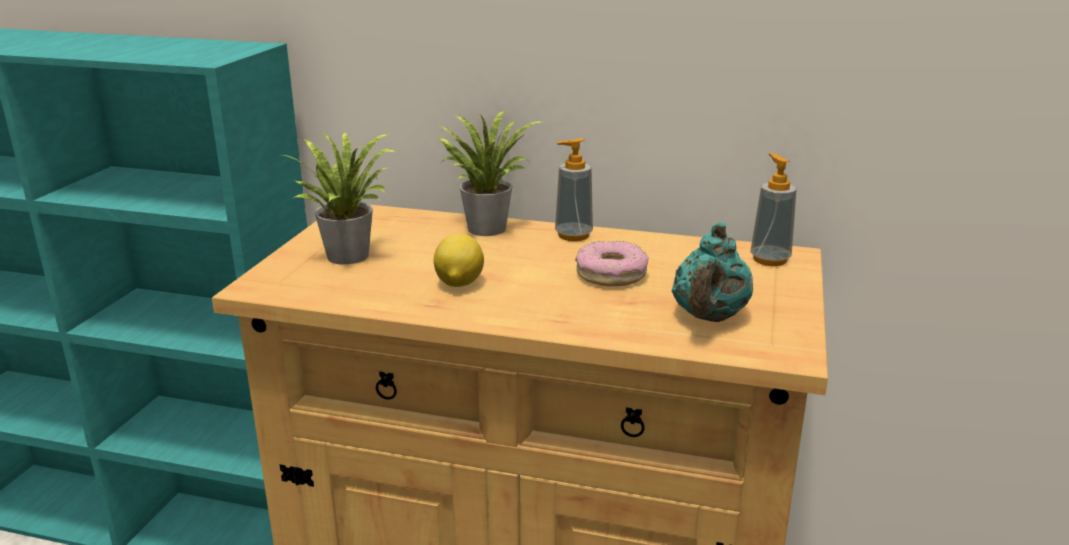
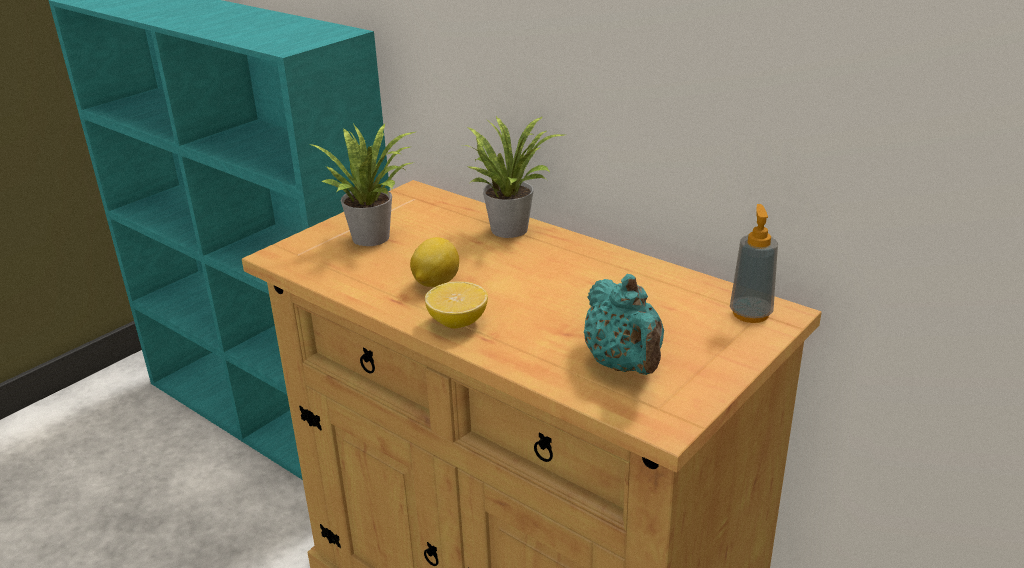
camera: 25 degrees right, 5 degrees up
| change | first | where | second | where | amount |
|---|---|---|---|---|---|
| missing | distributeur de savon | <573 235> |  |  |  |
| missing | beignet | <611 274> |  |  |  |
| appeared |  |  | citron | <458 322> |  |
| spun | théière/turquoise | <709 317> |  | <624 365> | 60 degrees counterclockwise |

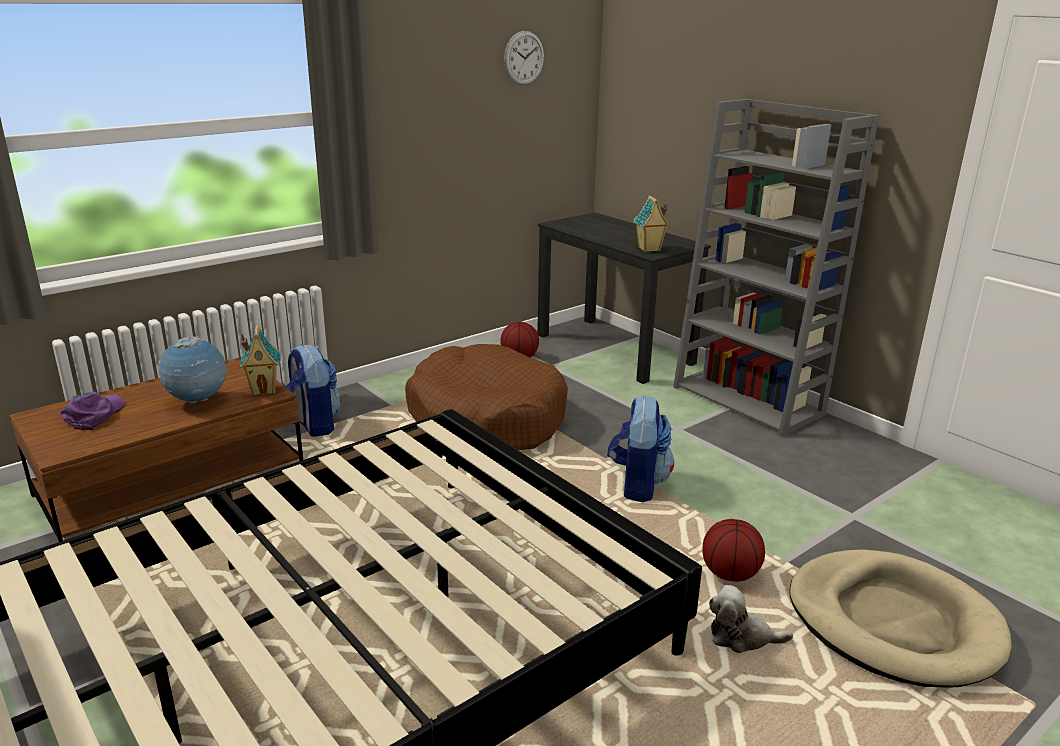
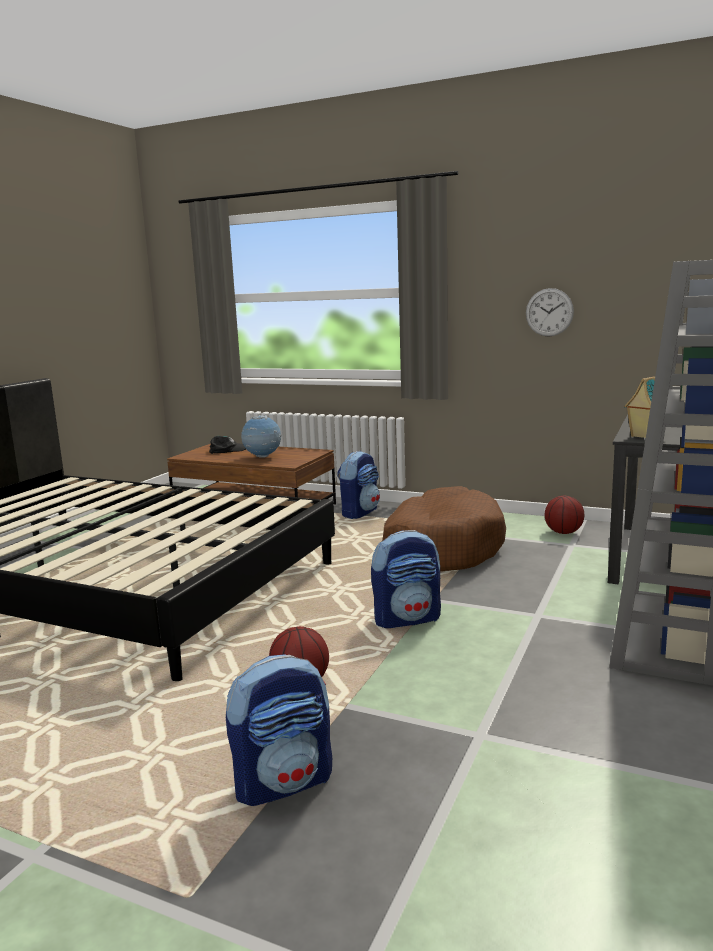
camera: 65 degrees right, 10 degrees down
| change | first | where | second | where | amount |
|---|---|---|---|---|---|
| missing | maison miniature | <264 389> |  |  |  |
| missing | peluche | <742 637> |  |  |  |
| relocated | horloge murale | <524 58> |  | <549 312> |  |
| exchanged | panier pour chien/beige | <893 623> | sac à dos | <284 782> |  |
| colour | casquette/violet | <95 415> | casquette/noir | <227 450> |  |

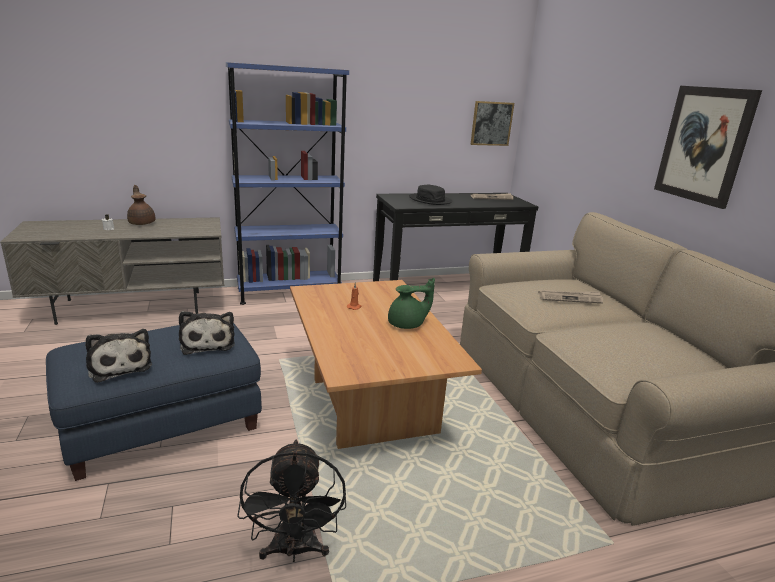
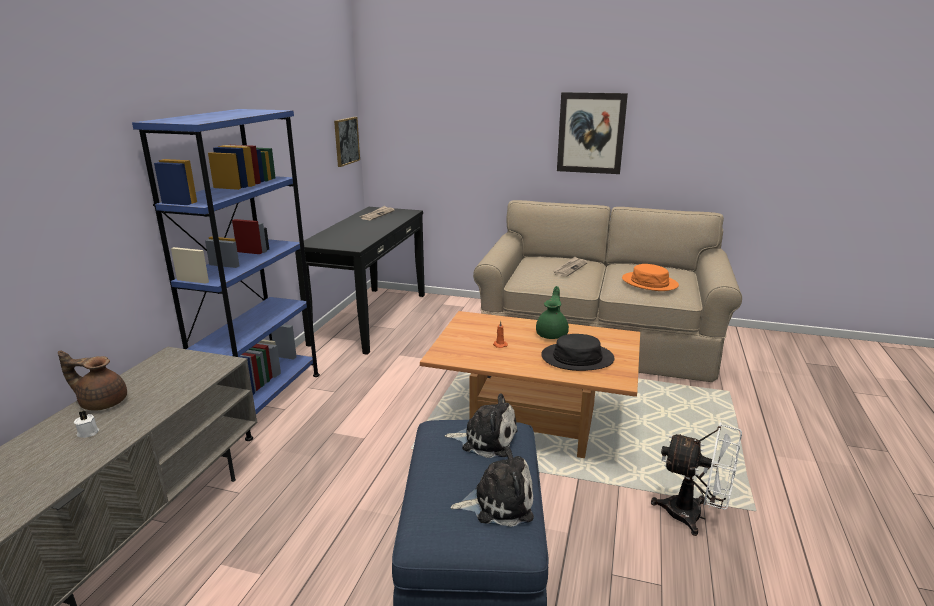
camera: 55 degrees left, 0 degrees up
| change | first | where | second | where | amount |
|---|---|---|---|---|---|
| appeared |  |  | chapeau/orange | <649 282> |  |
| relocated | chapeau/noir | <430 200> |  | <577 358> |  |
| colour | ventilateur/noir | <294 551> | ventilateur/blanc | <693 516> |  |

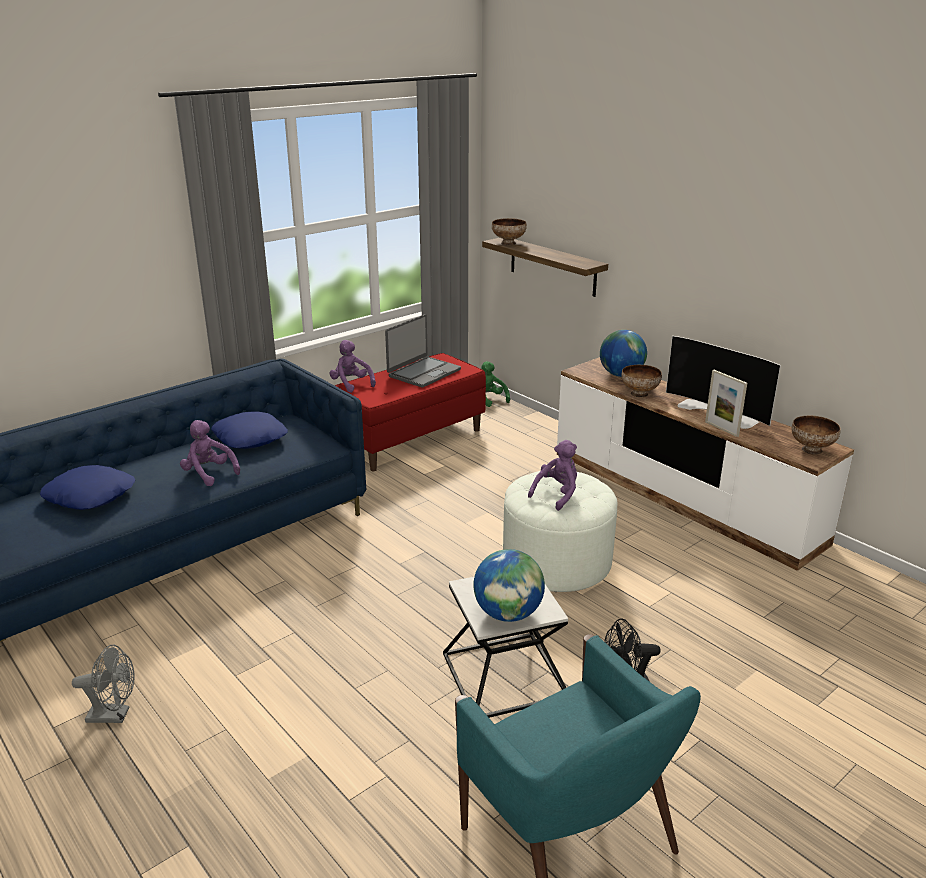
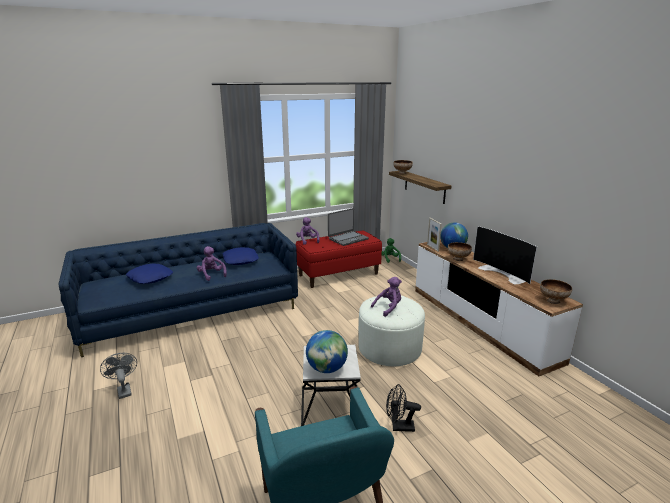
camera: 15 degrees right, 5 degrees down
| change | first | where | second | where | amount |
|---|---|---|---|---|---|
| relocated | cadre photo | <721 429> |  | <432 248> |  |
| spun | ventilateur/gris | <114 715> |  | <123 390> | 135 degrees counterclockwise |

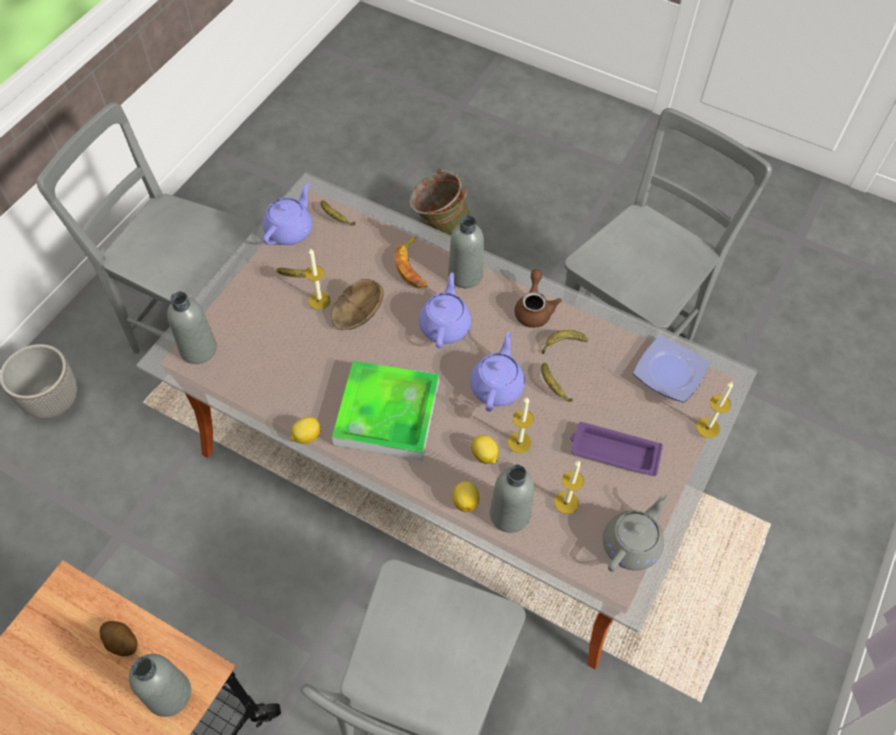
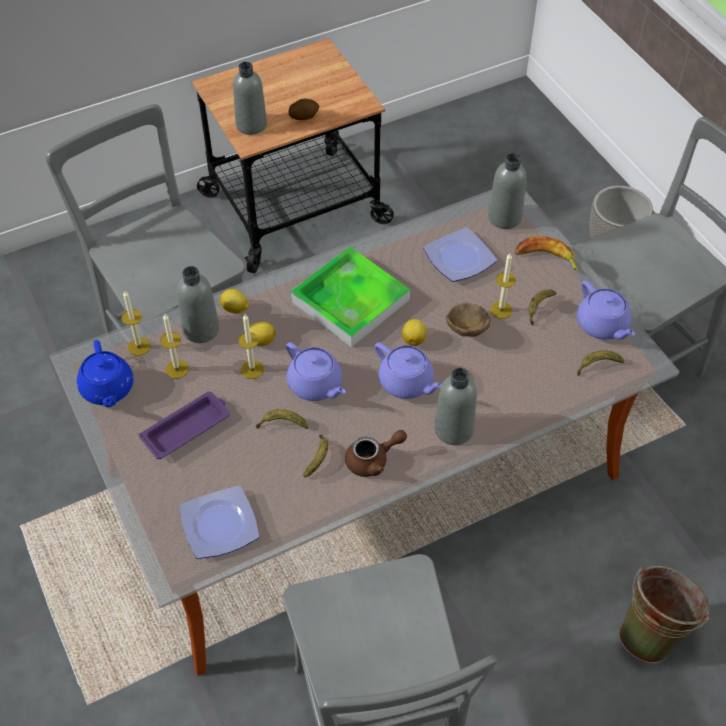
camera: 125 degrees right, 5 degrees down
| change | first | where | second | where | amount |
|---|---|---|---|---|---|
| appeared |  |  | assiette | <459 259> |  |
| relocated | citron | <306 436> |  | <414 339> |  |
| relocated | banane | <413 266> |  | <546 258> |  |
| relocated | bougie | <708 427> |  | <139 346> |  |
| colour | théière/gris | <632 544> | théière/bleu | <107 389> |  |
| spun | théière/marron | <534 309> |  | <373 460> | 60 degrees counterclockwise |

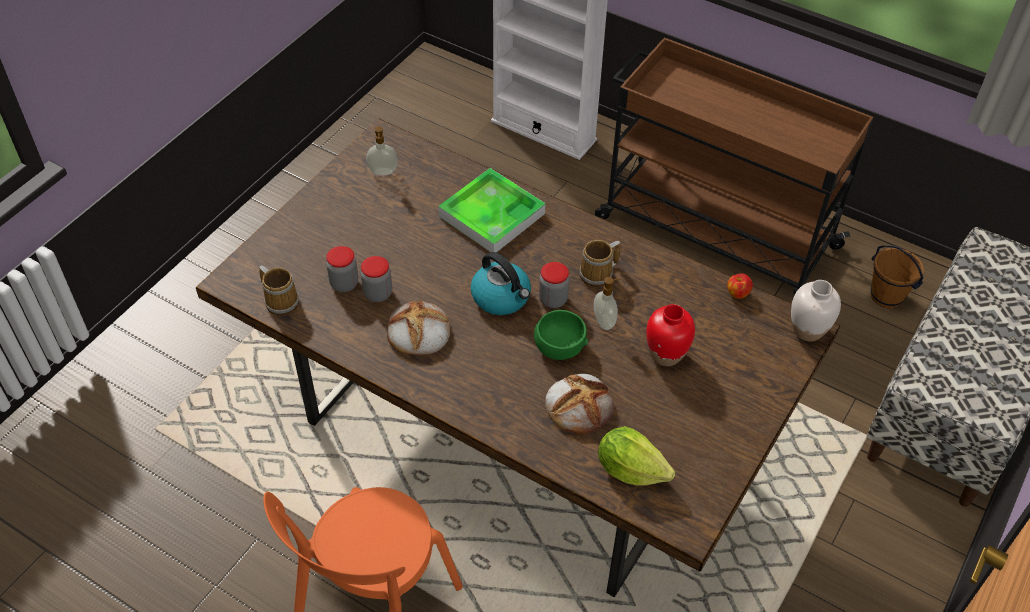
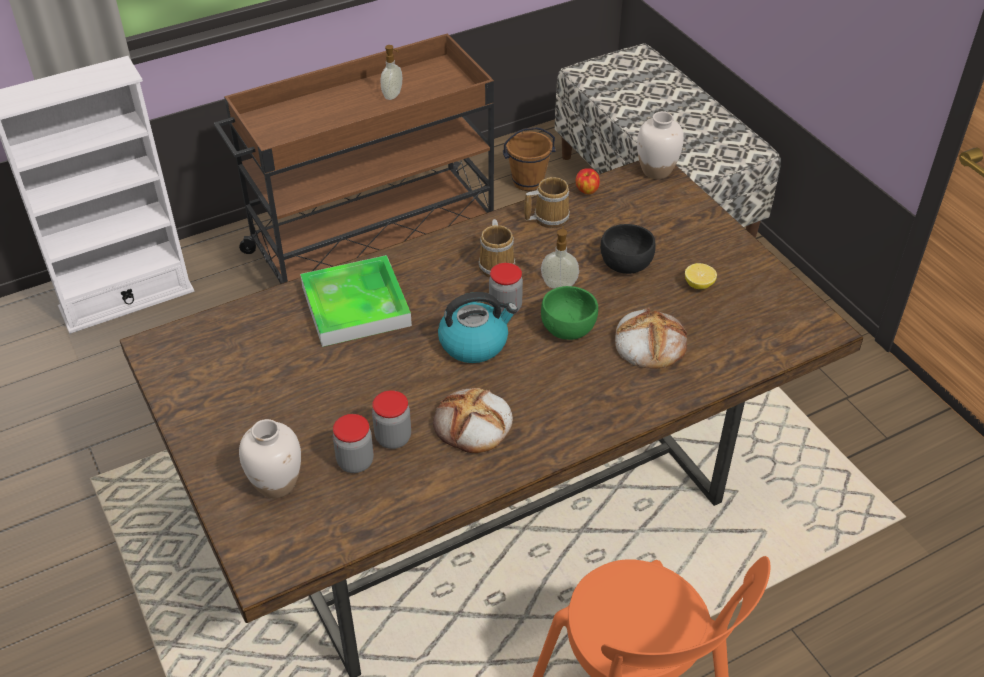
camera: 60 degrees left, 5 degrees down
| change | first | where | second | where | amount |
|---|---|---|---|---|---|
| missing | laitue | <630 469> |  |  |  |
| appeared |  |  | vase/blanc | <277 484> |  |
| appeared |  |  | citron | <698 285> |  |
| relocated | mug | <281 301> |  | <548 217> |  |
| relocated | distributeur de savon | <383 172> |  | <393 95> |  |
| exchanged | vase/rouge | <665 355> | bol/noir | <626 263> |  |

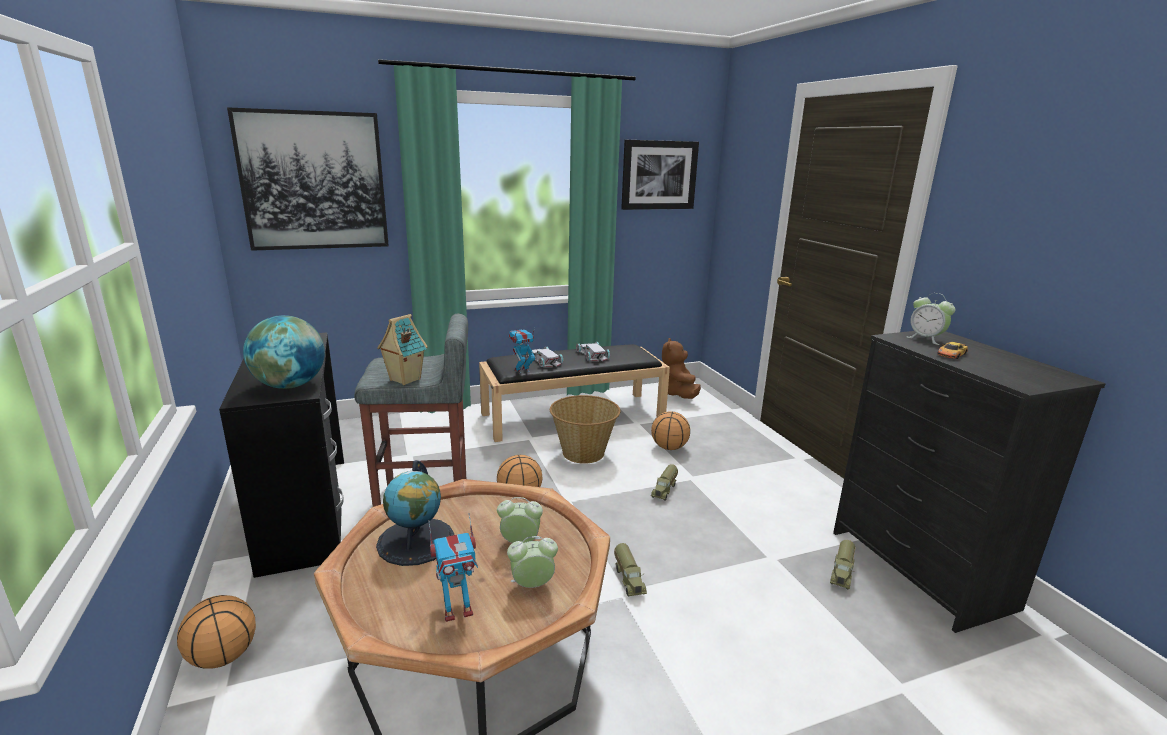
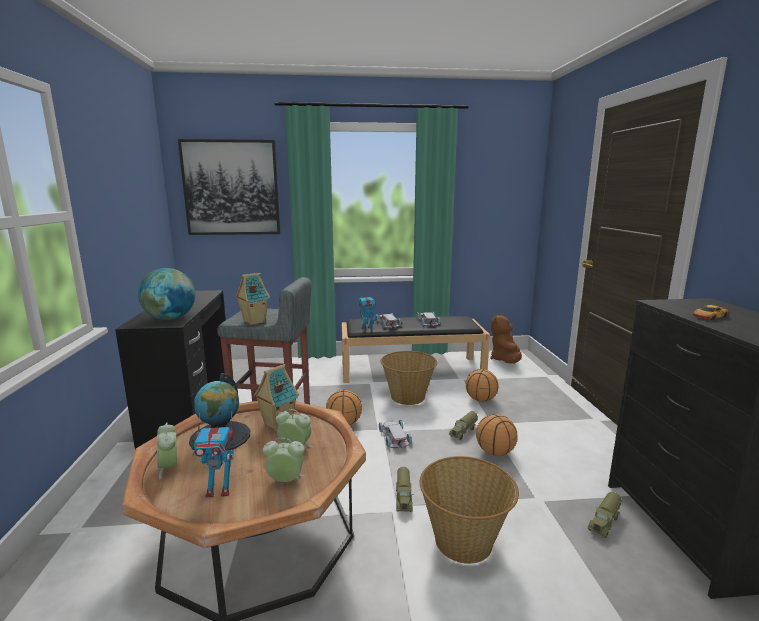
camera: 15 degrees right, 5 degrees down
| change | first | where | second | where | amount |
|---|---|---|---|---|---|
| missing | tableau | <659 175> |  |  |  |
| appeared |  |  | maison miniature | <277 424> |  |
| appeared |  |  | petite voiture/blanc | <395 436> |  |
| appeared |  |  | panier | <464 541> |  |
| relocated | ballon de basket | <224 656> |  | <495 452> |  |
| relocated | réveil | <925 339> |  | <169 467> |  |

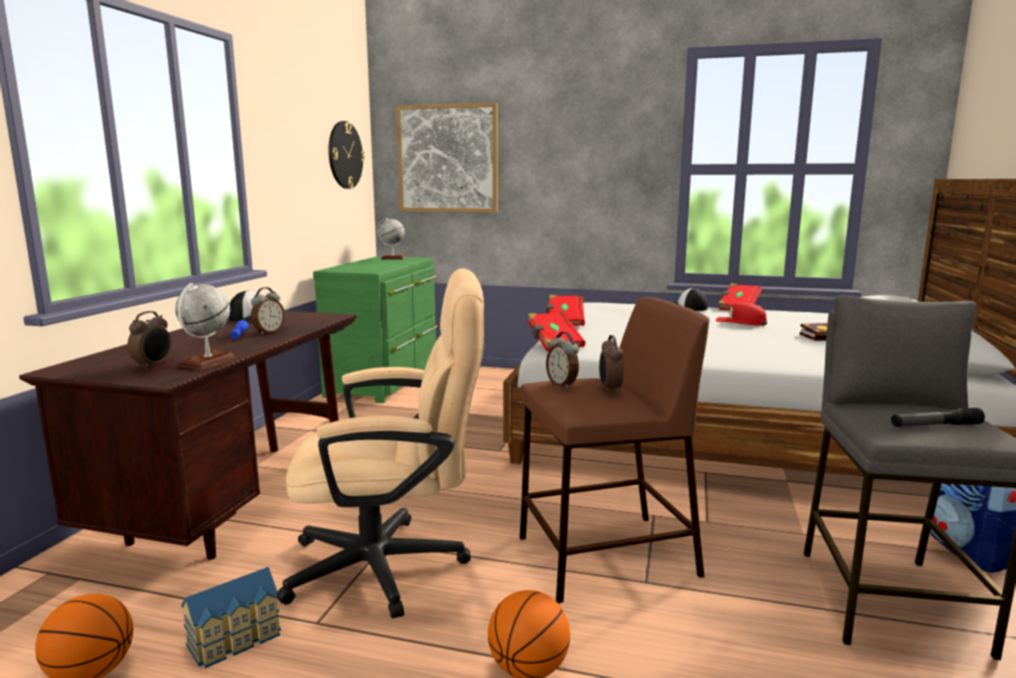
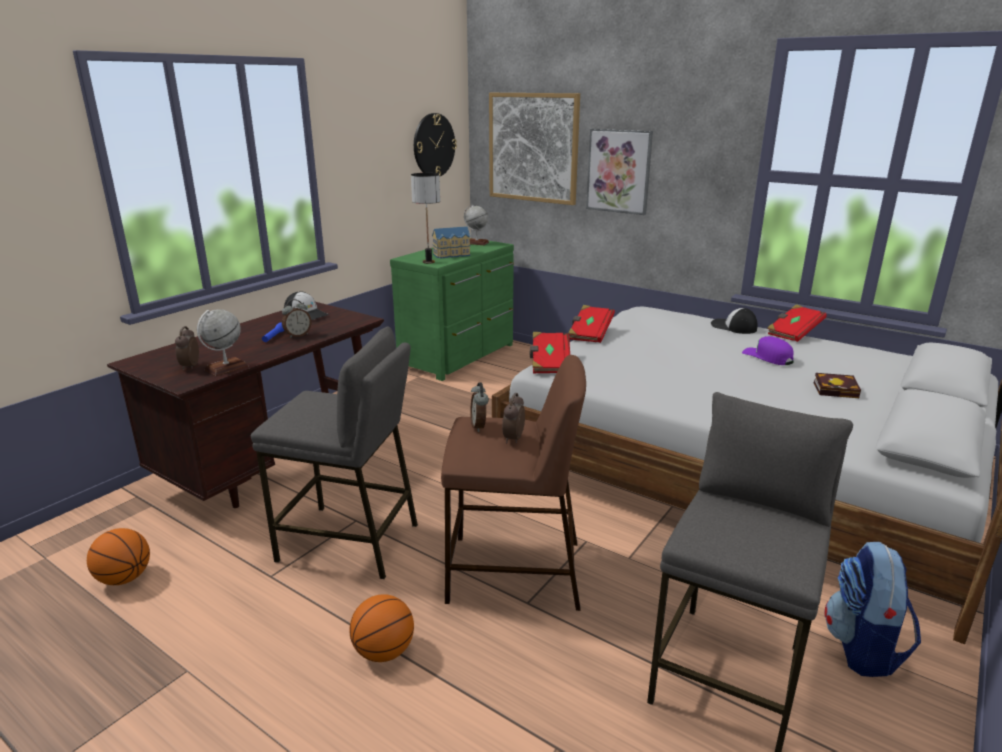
camera: 20 degrees right, 10 degrees up
| change | first | where | second | where | amount |
|---|---|---|---|---|---|
| missing | lampe de poche | <935 426> |  |  |  |
| appeared |  |  | lampe de table | <428 262> |  |
| appeared |  |  | tableau | <619 171> |  |
| relocated | maison miniature | <237 639> |  | <452 255> |  |
| exchanged | chaise de bureau/beige | <394 566> | tabouret/gris | <349 542> |  |
| colour | casquette/rouge | <741 322> | casquette/violet | <768 357> |  |
| spun | réveil | <153 366> |  | <189 367> | 135 degrees clockwise |

